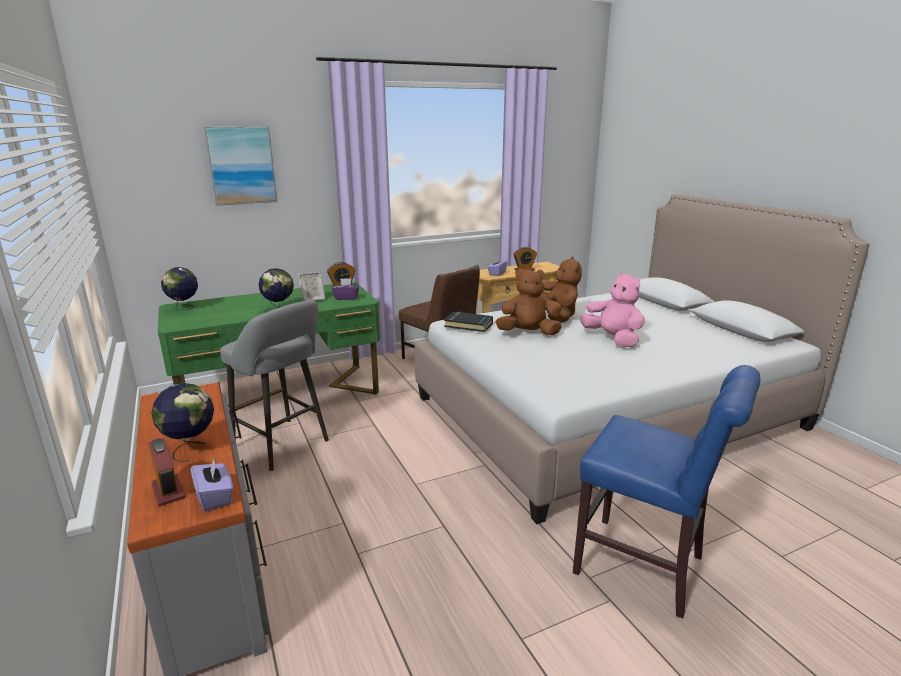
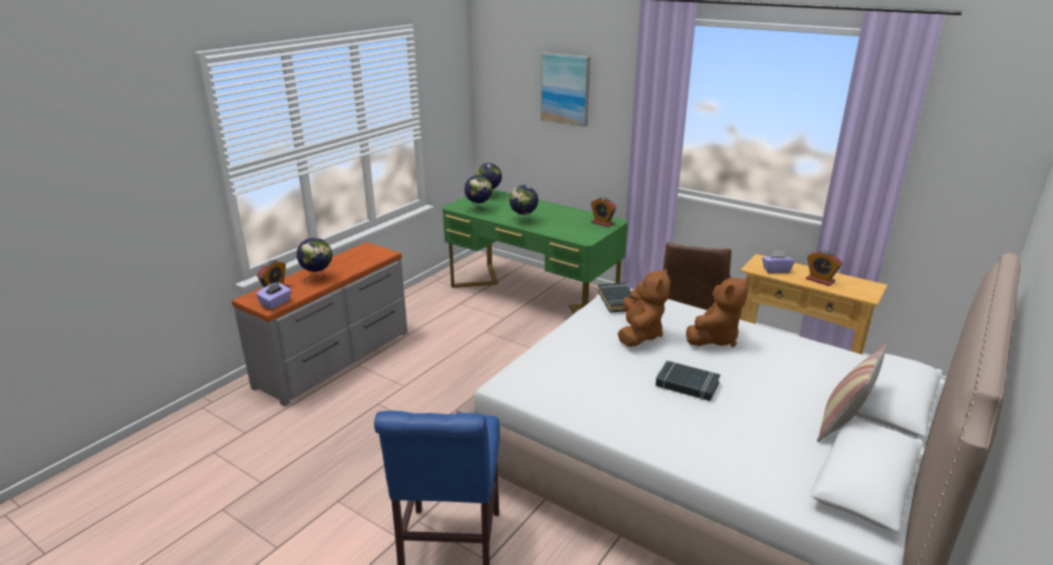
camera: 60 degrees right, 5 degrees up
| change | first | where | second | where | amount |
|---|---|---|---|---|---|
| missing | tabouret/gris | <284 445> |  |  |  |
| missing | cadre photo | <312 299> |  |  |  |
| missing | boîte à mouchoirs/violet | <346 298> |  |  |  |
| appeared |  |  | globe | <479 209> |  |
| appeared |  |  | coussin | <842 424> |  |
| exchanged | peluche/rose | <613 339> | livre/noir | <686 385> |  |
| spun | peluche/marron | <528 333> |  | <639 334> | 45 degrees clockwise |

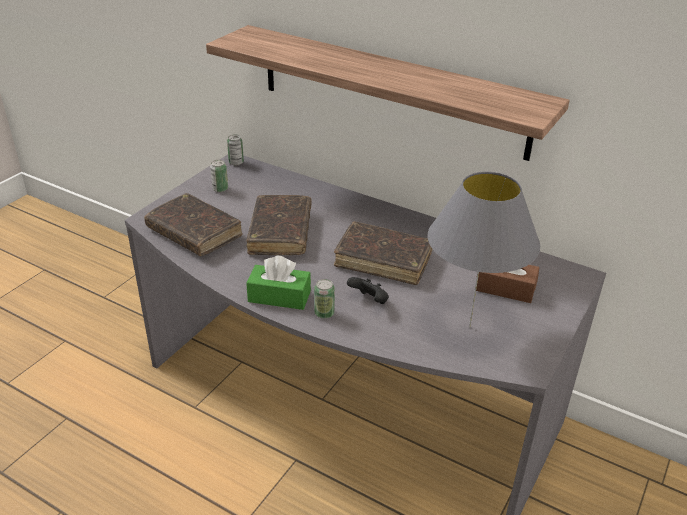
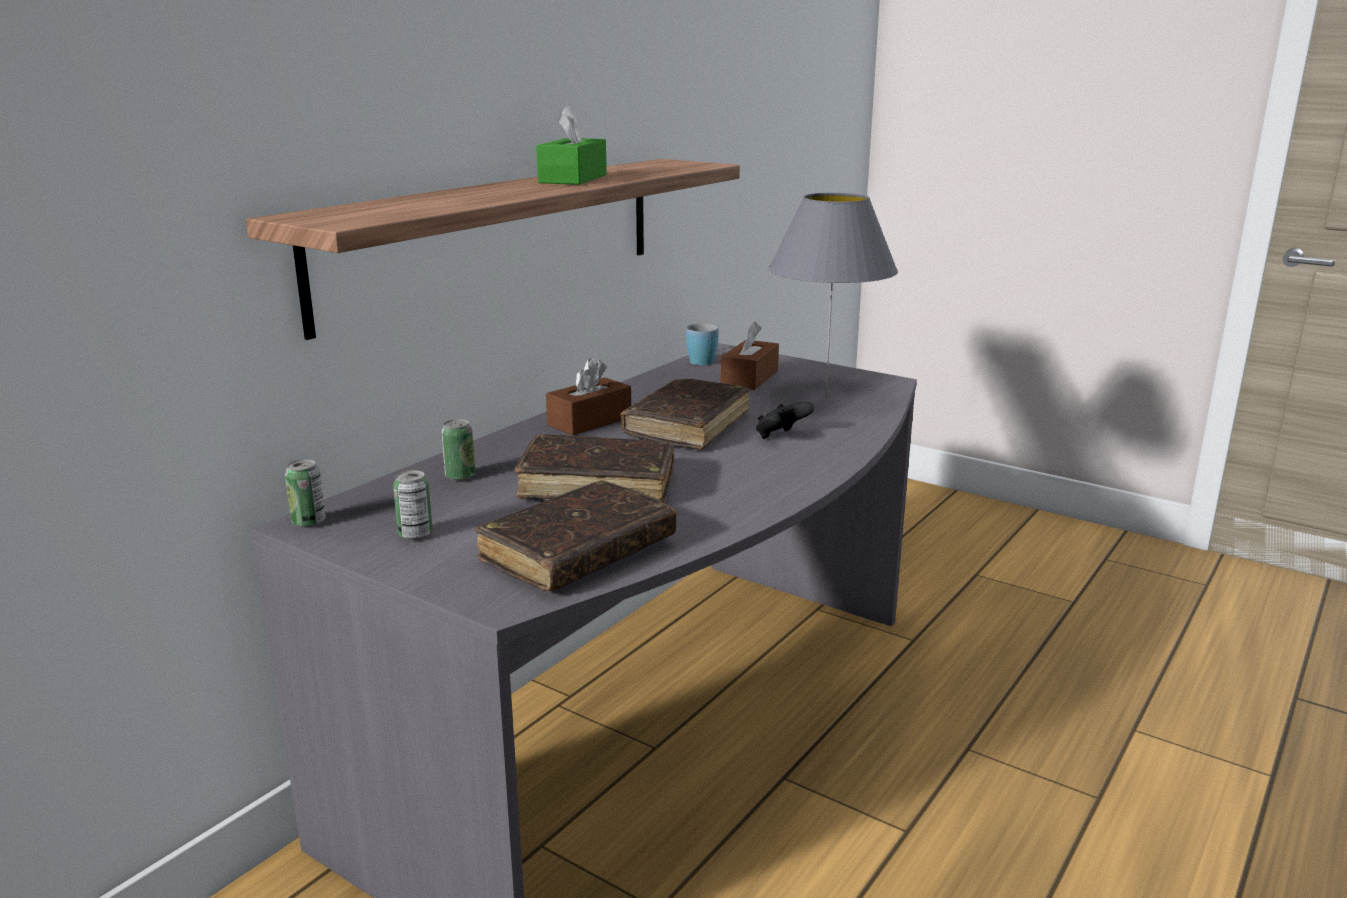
camera: 85 degrees left, 15 degrees down
| change | first | where | second | where | amount |
|---|---|---|---|---|---|
| appeared |  |  | boîte à mouchoirs/marron | <589 421> |  |
| appeared |  |  | mug/bleu | <699 360> |  |
| relocated | boîte à mouchoirs/vert | <279 296> |  | <573 179> |  |
| relocated | boîte métallique | <324 313> |  | <460 476> |  |

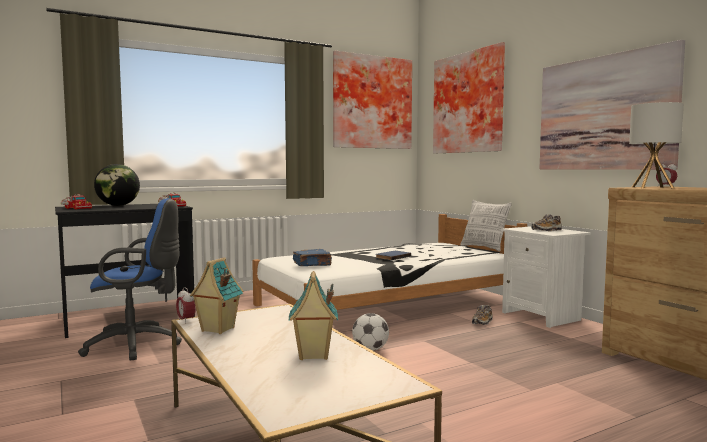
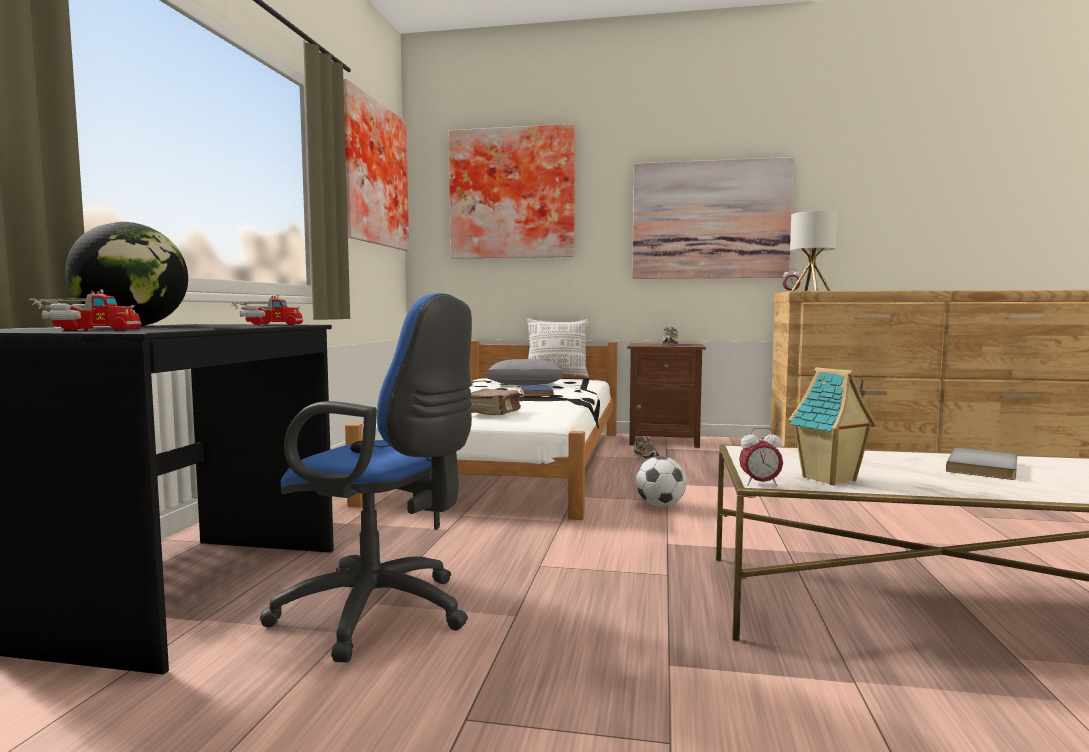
camera: 50 degrees left, 0 degrees up
| change | first | where | second | where | amount |
|---|---|---|---|---|---|
| appeared |  |  | coussin/gris | <526 384> |  |
| exchanged | maison miniature | <313 355> | livre/gris | <985 468> |  |
| colour | livre/bleu | <312 265> | livre/marron | <494 413> |  |
| colour | table de chevet/blanc | <542 316> | table de chevet/marron | <664 441> |  |
| spun | chaise de bureau/bleu | <138 345> |  | <383 614> | 75 degrees clockwise |

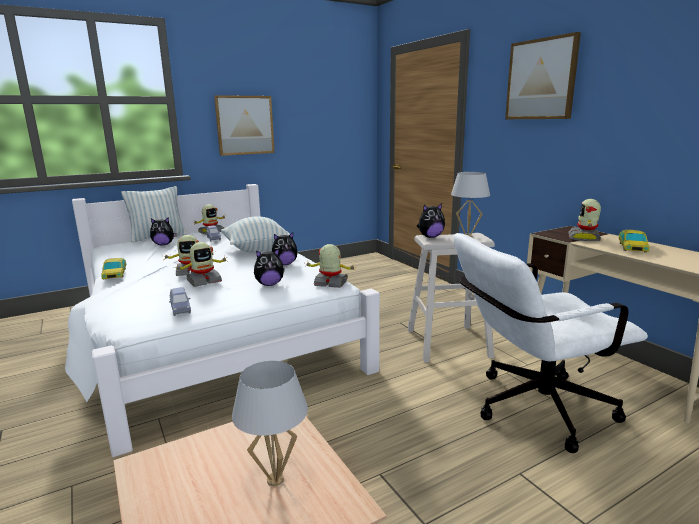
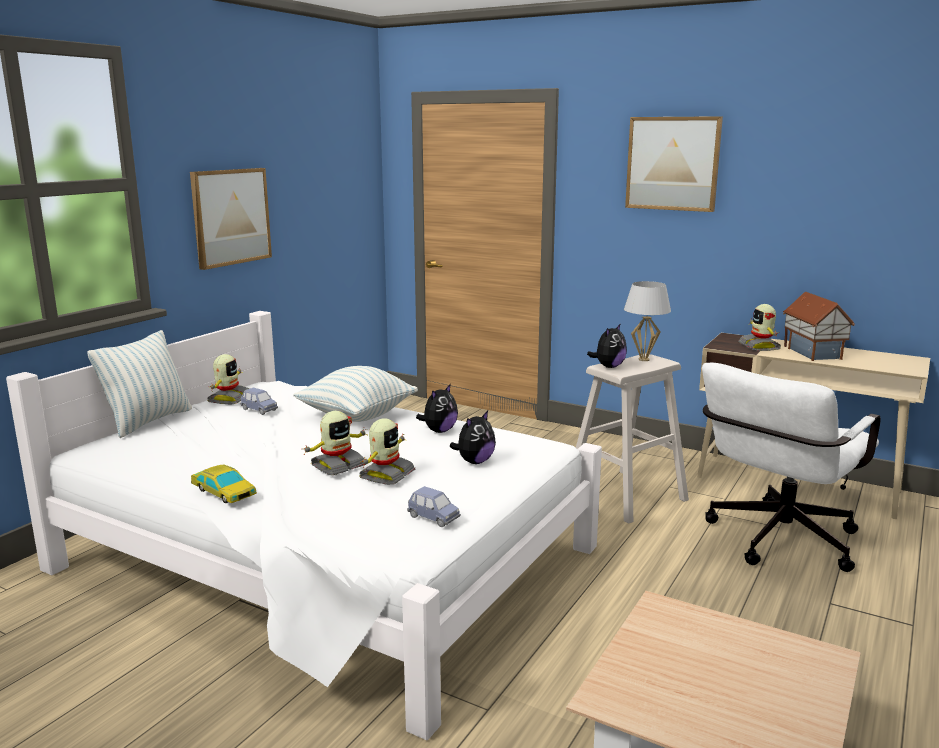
camera: 30 degrees left, 0 degrees up
| change | first | where | second | where | amount |
|---|---|---|---|---|---|
| missing | peluche | <163 244> |  |  |  |
| missing | lampe de table/blanc | <275 479> |  |  |  |
| missing | robot jouet | <331 283> |  |  |  |
| exchanged | petite voiture | <632 247> | maison miniature | <814 352> |  |

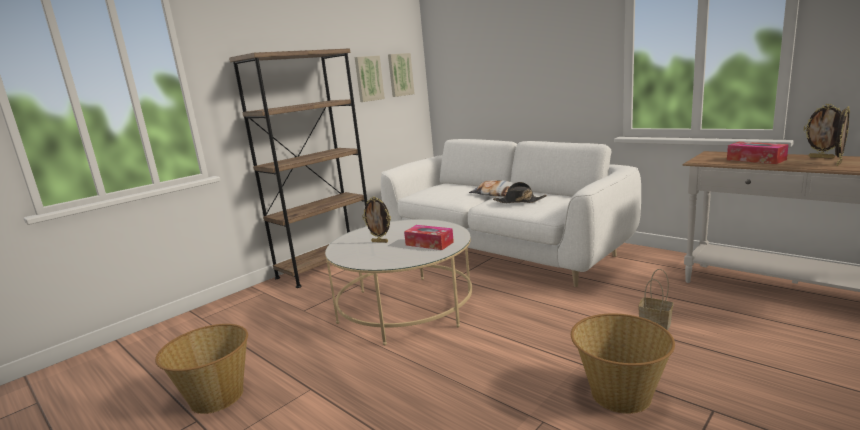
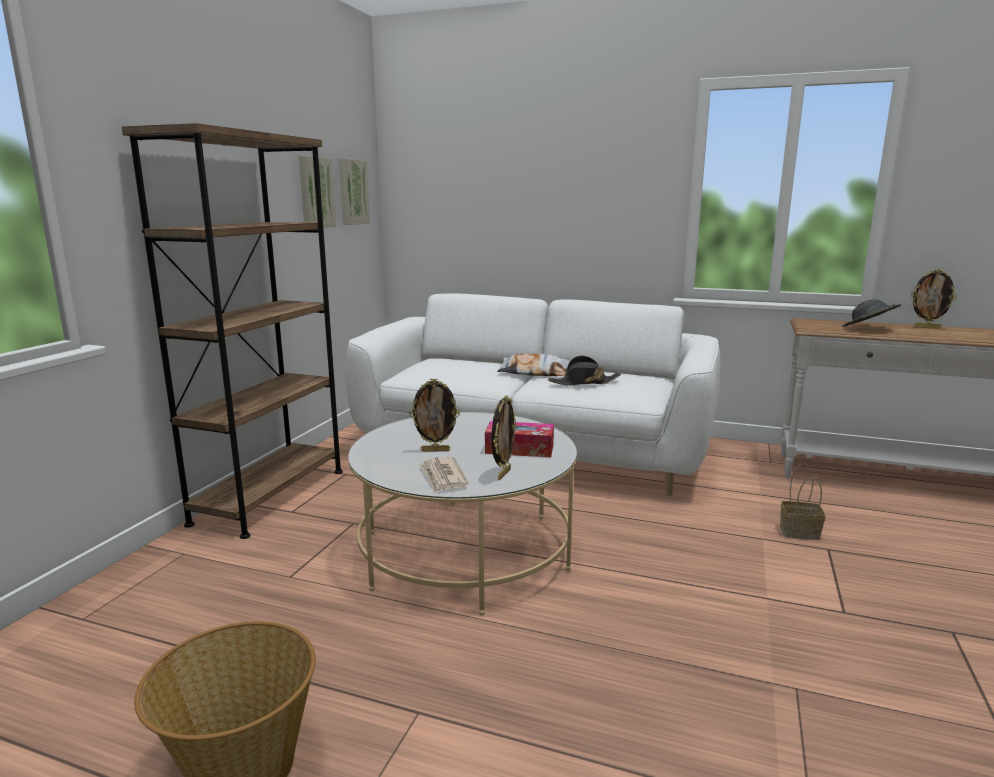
camera: 25 degrees left, 0 degrees up
| change | first | where | second | where | amount |
|---|---|---|---|---|---|
| missing | panier | <619 395> |  |  |  |
| appeared |  |  | journal | <443 477> |  |
| relocated | cadre photo | <838 163> |  | <503 474> |  |
| exchanged | boîte à mouchoirs | <756 160> | chapeau/gris | <868 329> |  |

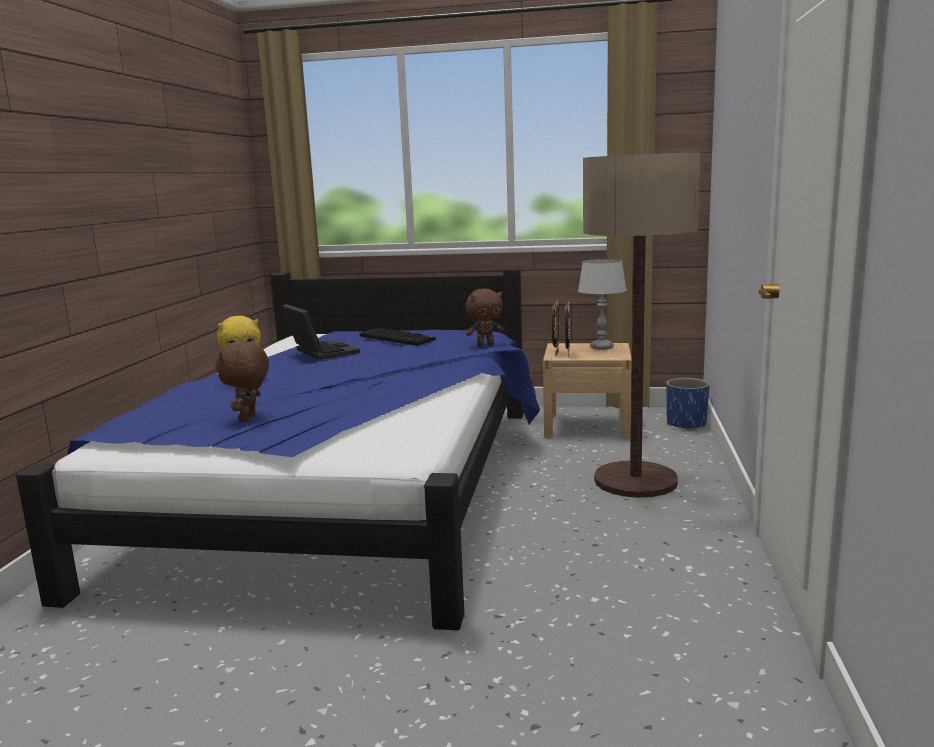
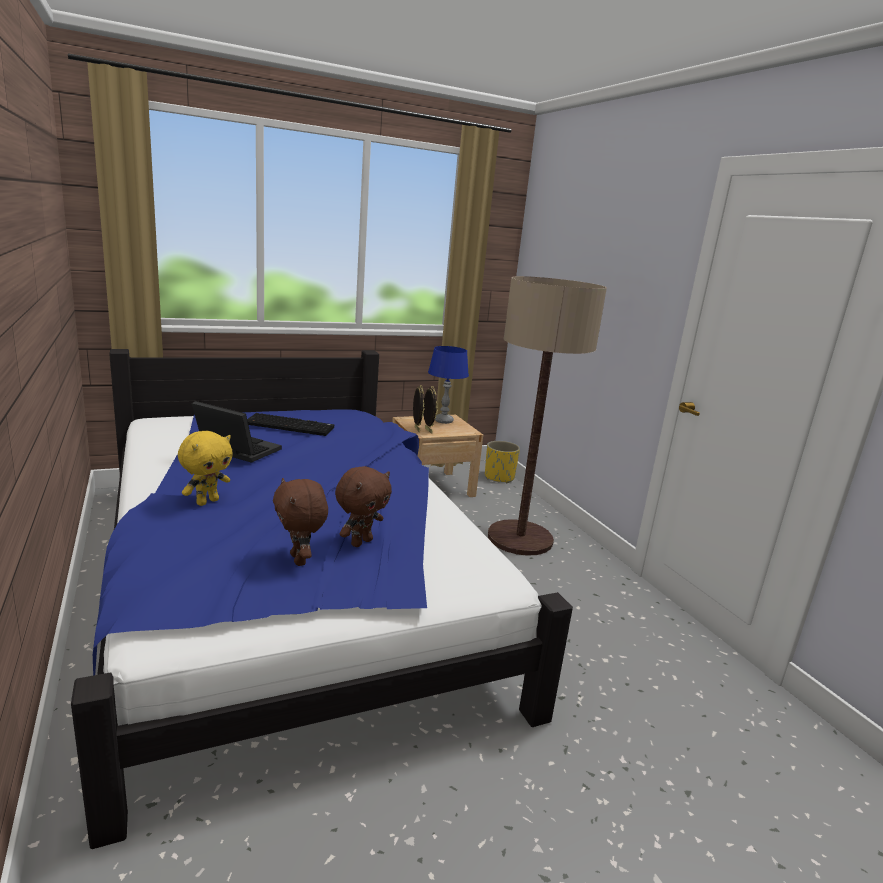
camera: 35 degrees left, 5 degrees up
| change | first | where | second | where | amount |
|---|---|---|---|---|---|
| relocated | peluche/marron | <485 345> |  | <361 542> |  |
| colour | lampe de table/gris | <601 347> | lampe de table/bleu | <443 421> |  |
| colour | cache-pot/bleu | <686 424> | cache-pot/jaune | <499 477> |  |

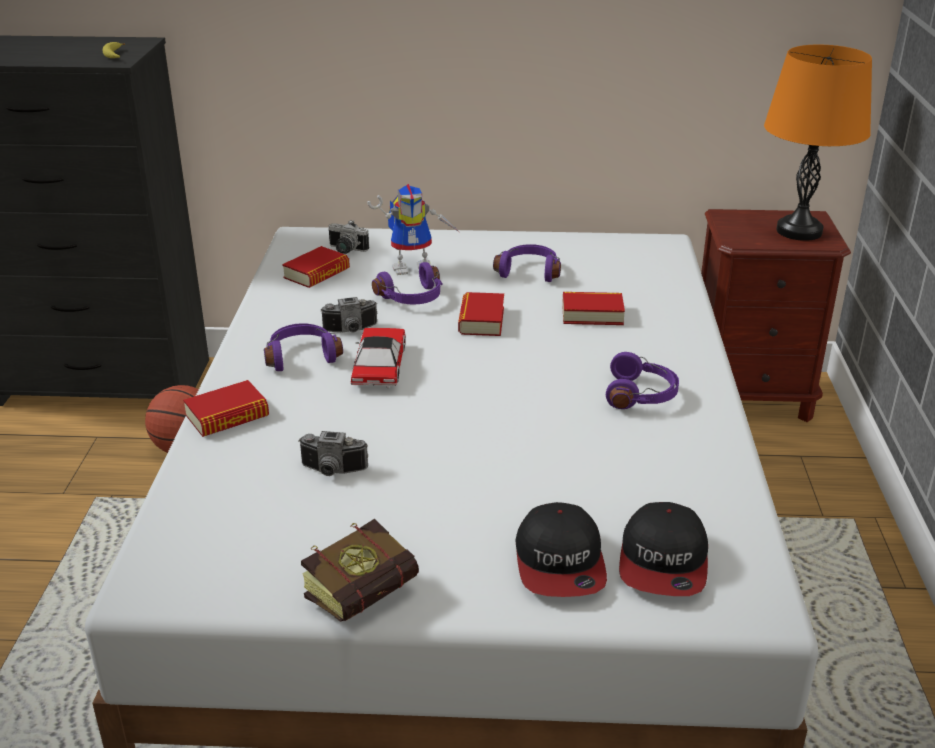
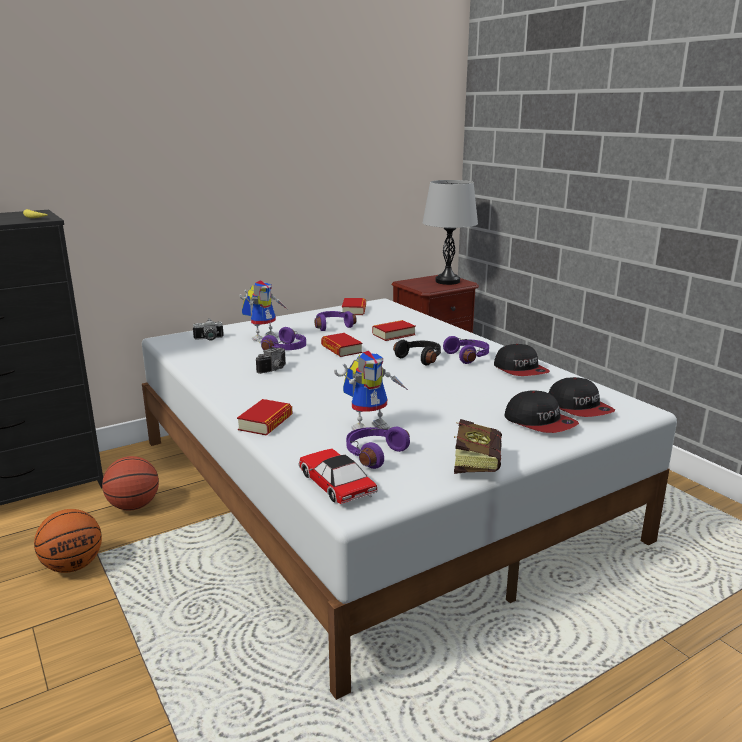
camera: 35 degrees left, 10 degrees down
| change | first | where | second | where | amount |
|---|---|---|---|---|---|
| appeared |  |  | ballon de basket | <73 566> |  |
| appeared |  |  | casque audio/noir | <421 358> |  |
| appeared |  |  | casquette | <520 370> |  |
| relocated | casque audio/violet | <301 356> |  | <373 454> |  |
| relocated | livre | <316 273> |  | <354 310> |  |
| relocated | petite voiture | <379 366> |  | <336 484> |  |
| exchanged | appareil photo | <332 471> | robot jouet | <370 426> |  |
| colour | lampe de table/orange | <799 231> | lampe de table/gris | <447 281> |  |

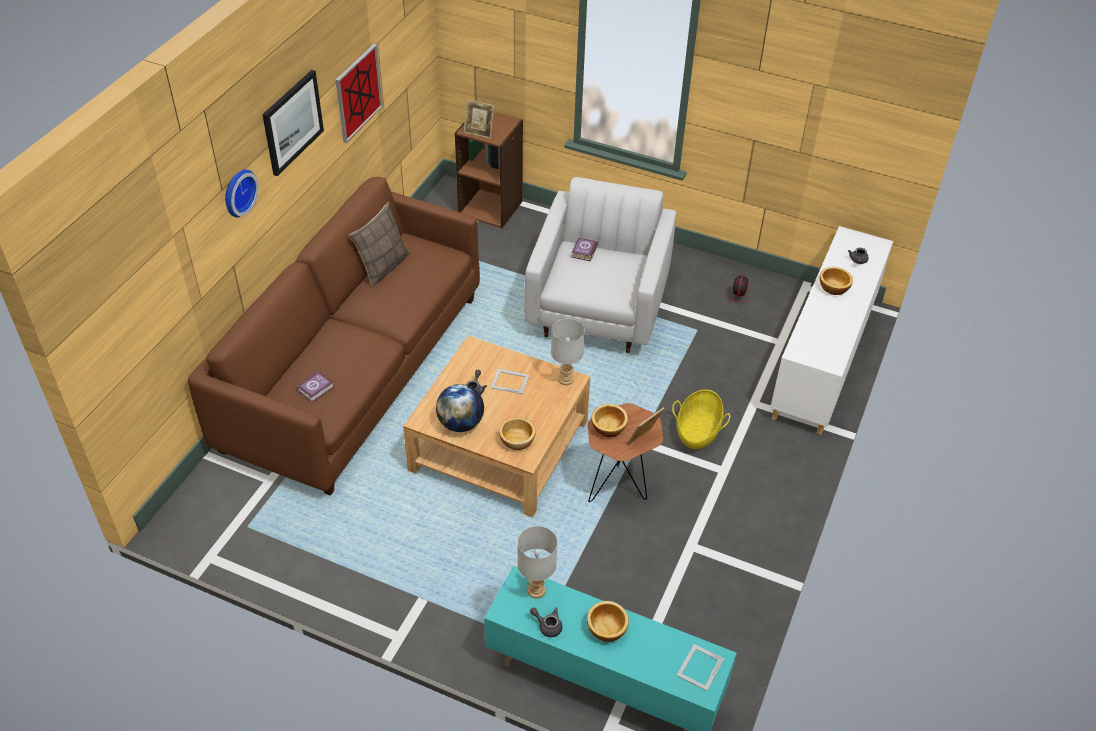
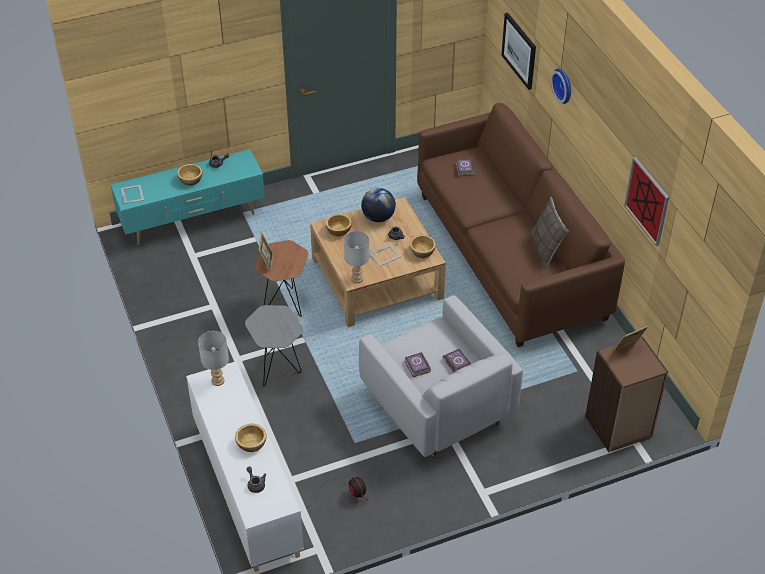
camera: 135 degrees right, 0 degrees up
| change | first | where | second | where | amount |
|---|---|---|---|---|---|
| appeared |  |  | livre | <417 367> |  |
| relocated | tableau | <292 122> |  | <519 50> |  |
| relocated | lampe de table/gris | <535 591> |  | <218 380> |  |
| relocated | bol | <608 427> |  | <422 252> |  |
| exchanged | panier | <698 430> | table d'appoint/gris | <277 371> |  |

